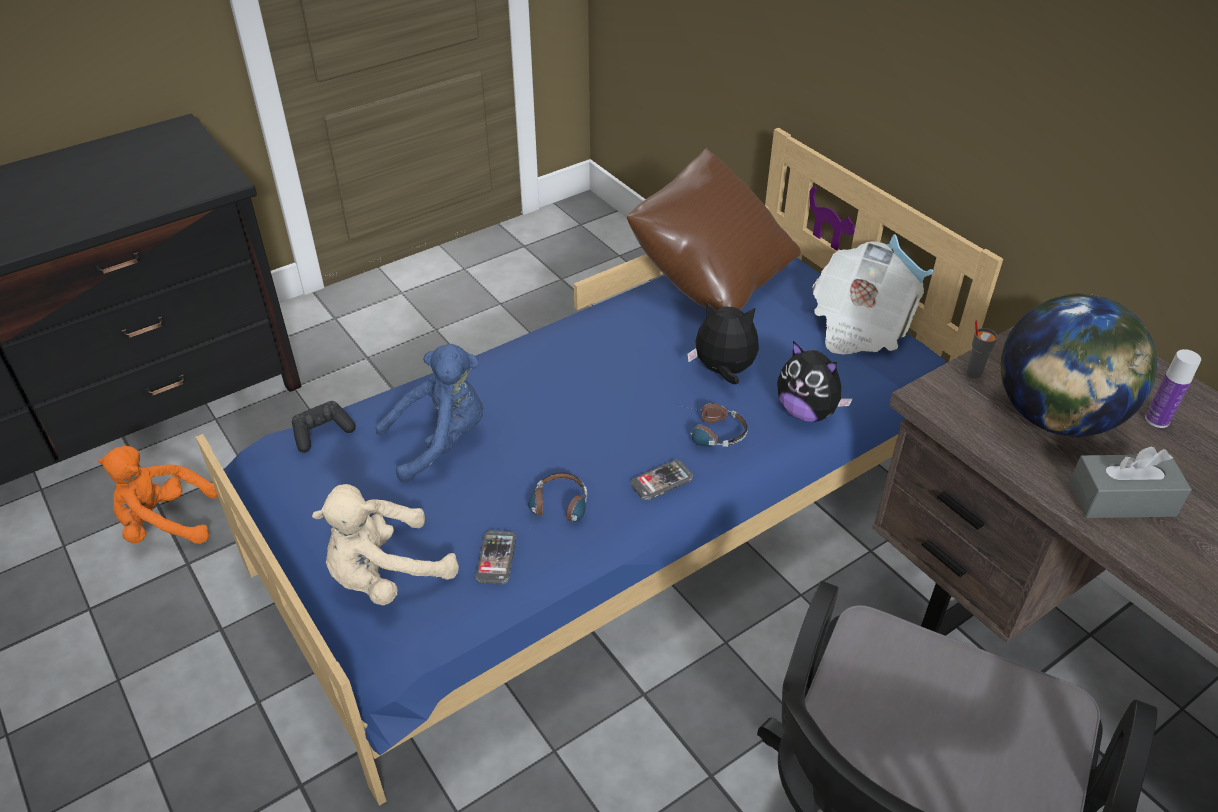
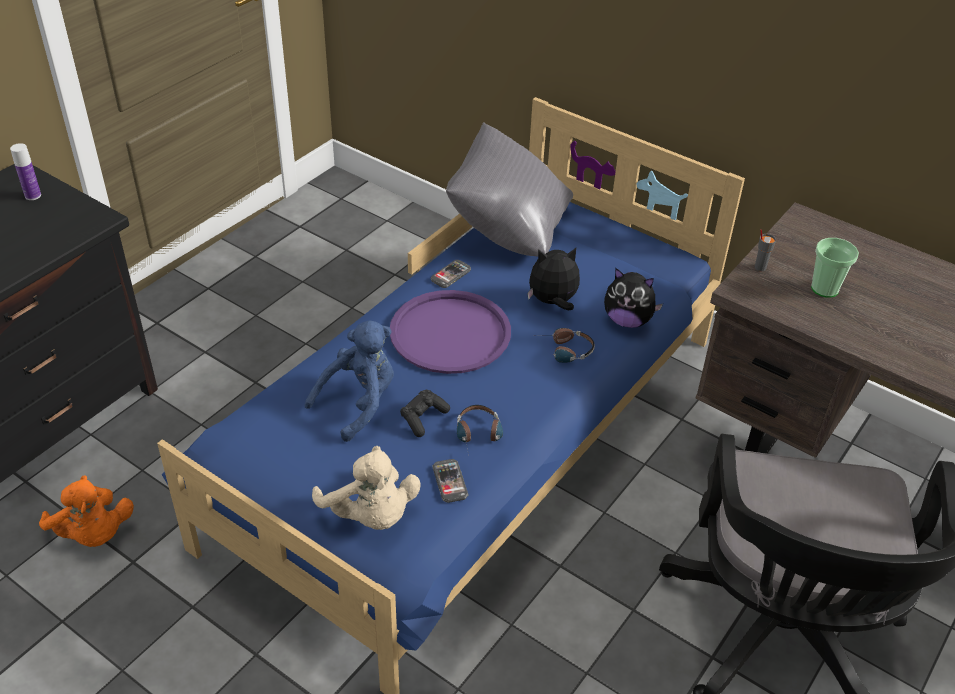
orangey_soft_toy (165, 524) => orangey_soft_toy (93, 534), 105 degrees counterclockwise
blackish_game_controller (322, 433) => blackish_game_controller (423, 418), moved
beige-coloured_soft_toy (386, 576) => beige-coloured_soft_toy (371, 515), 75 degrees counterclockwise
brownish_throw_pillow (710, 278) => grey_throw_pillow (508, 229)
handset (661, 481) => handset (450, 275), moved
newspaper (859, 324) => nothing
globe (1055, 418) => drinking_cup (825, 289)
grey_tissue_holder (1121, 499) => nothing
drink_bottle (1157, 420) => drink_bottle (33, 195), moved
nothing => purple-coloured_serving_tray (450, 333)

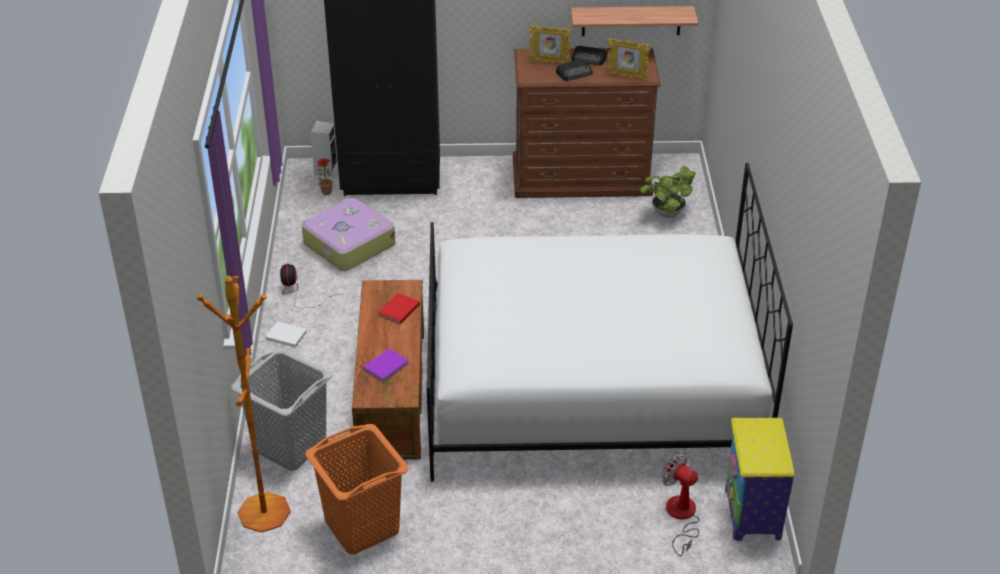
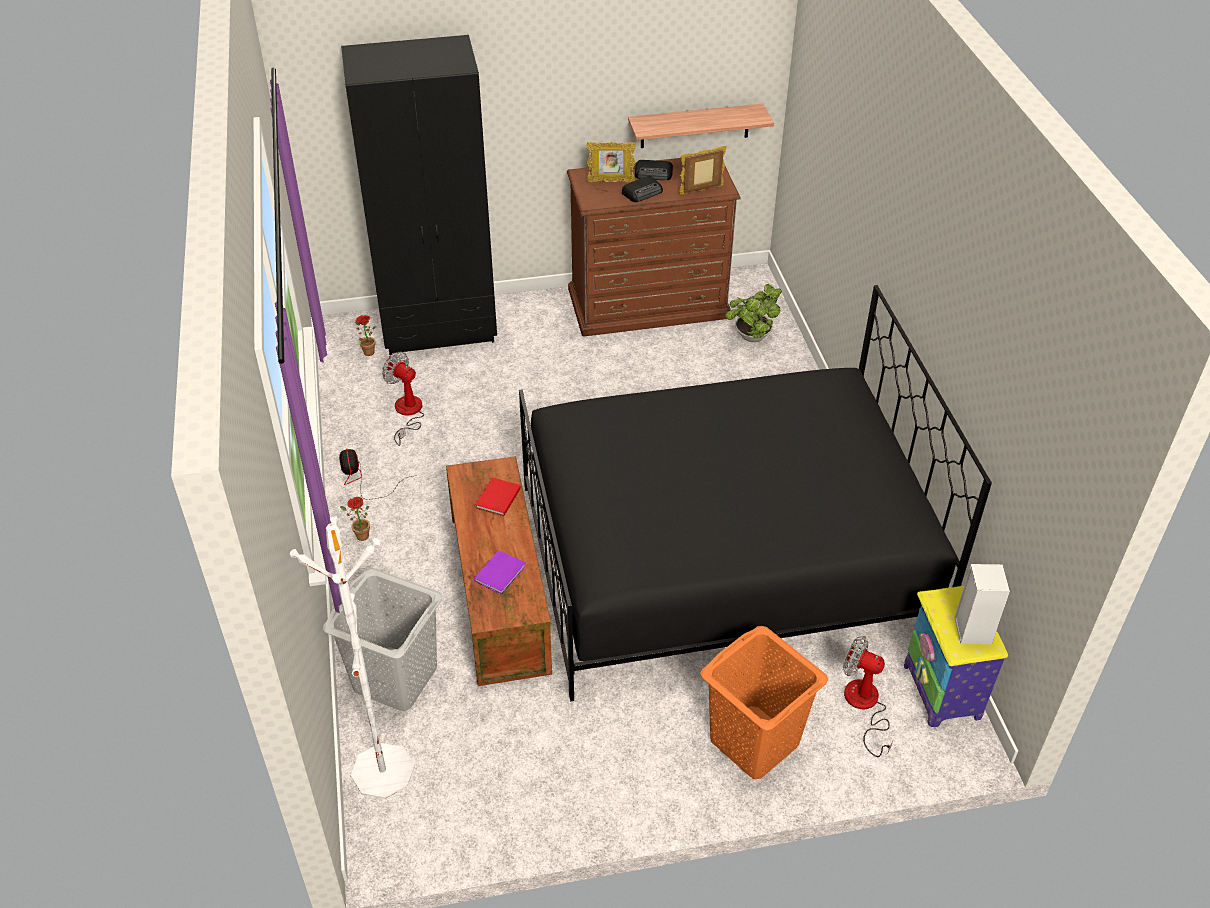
orangey_clothes_rack (264, 512) => whitish_clothes_rack (382, 770)
whitish_volume (285, 335) => potted_plant (359, 536)
piece_of_luggage (348, 244) => cooling_fan (407, 413)
orangey_laundry_basket (362, 527) => orangey_laundry_basket (754, 742), moved
audio_speaker (326, 169) => audio_speaker (971, 629), moved
whitish_bedroom_bed (591, 389) => blackish_bedroom_bed (724, 559)
photo_frame (627, 76) => photo_frame (701, 191), 150 degrees clockwise

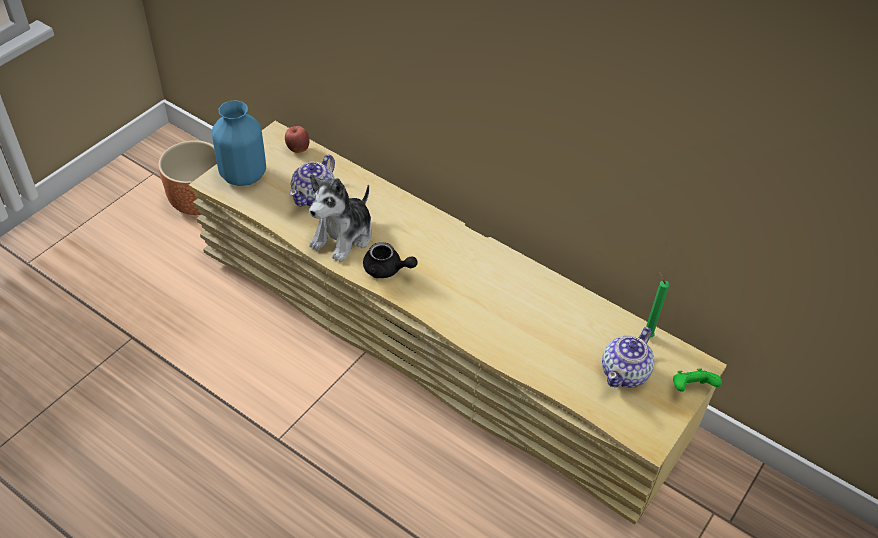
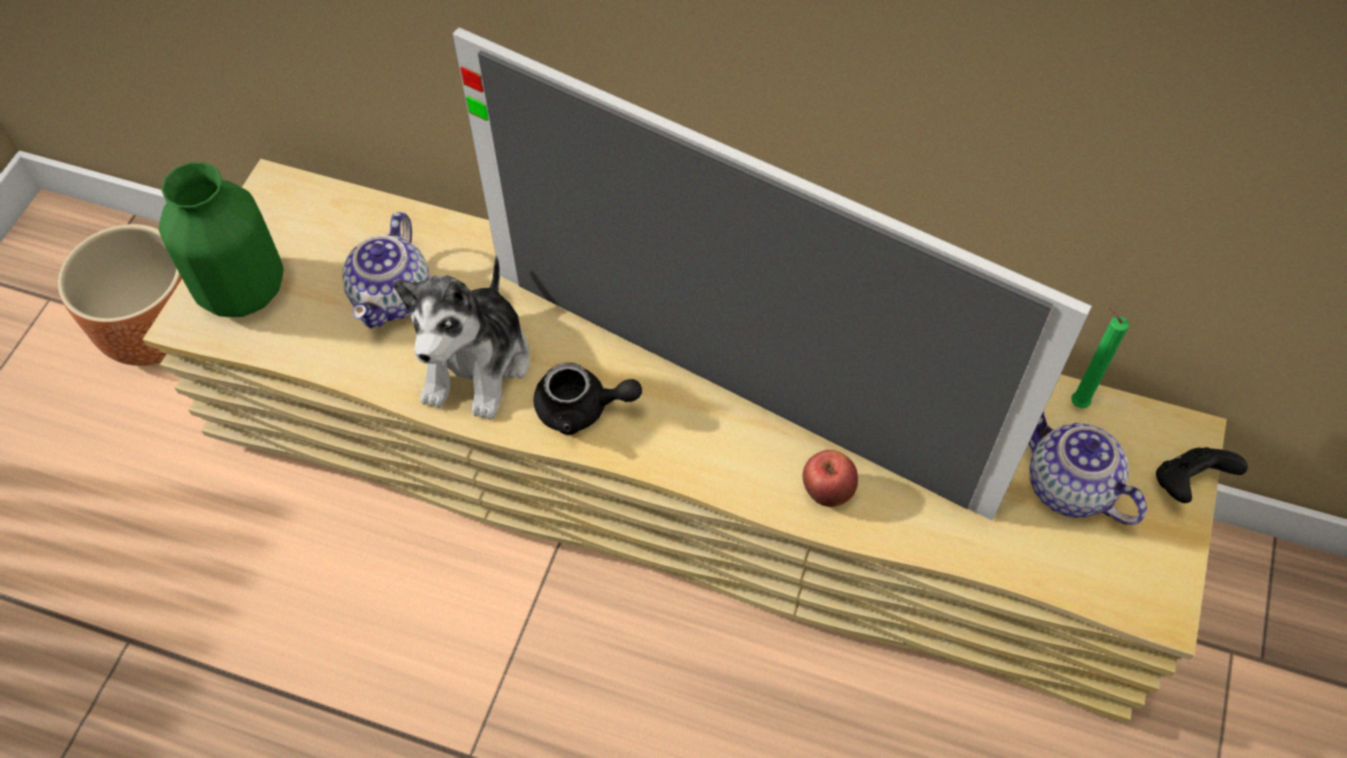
blue_flower_vase (243, 175) => greenish_flower_vase (242, 288)
apple_fruit (298, 149) => apple_fruit (827, 491), moved
tea_pot (625, 372) => tea_pot (1069, 487), 120 degrees clockwise
greenish_game_controller (691, 388) => blackish_game_controller (1187, 484)
nothing => TV_set (733, 389)

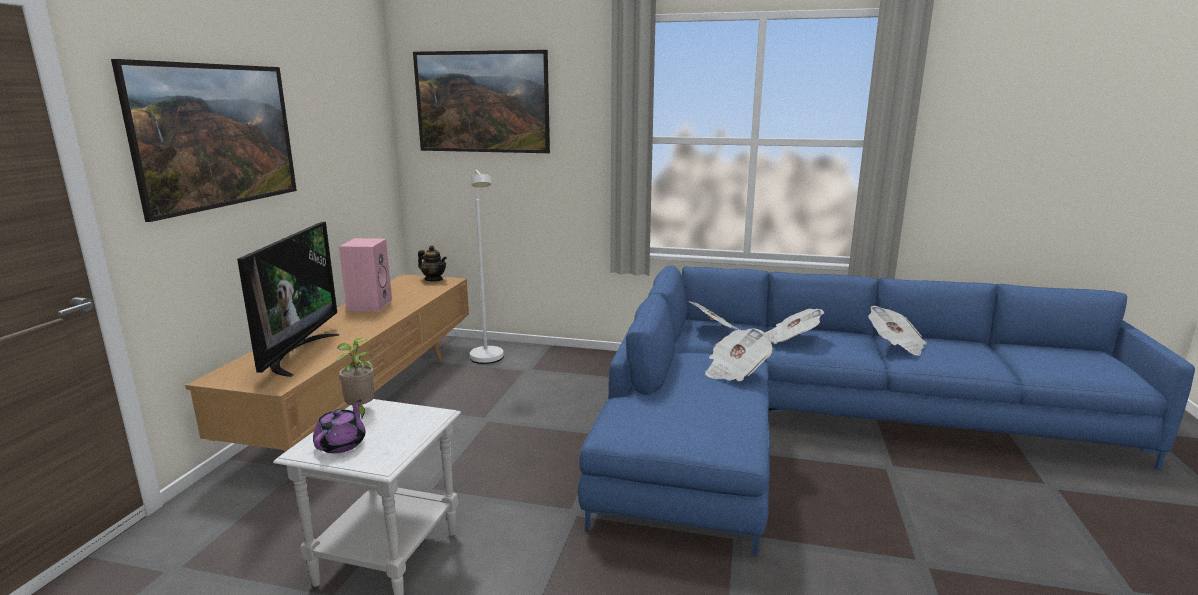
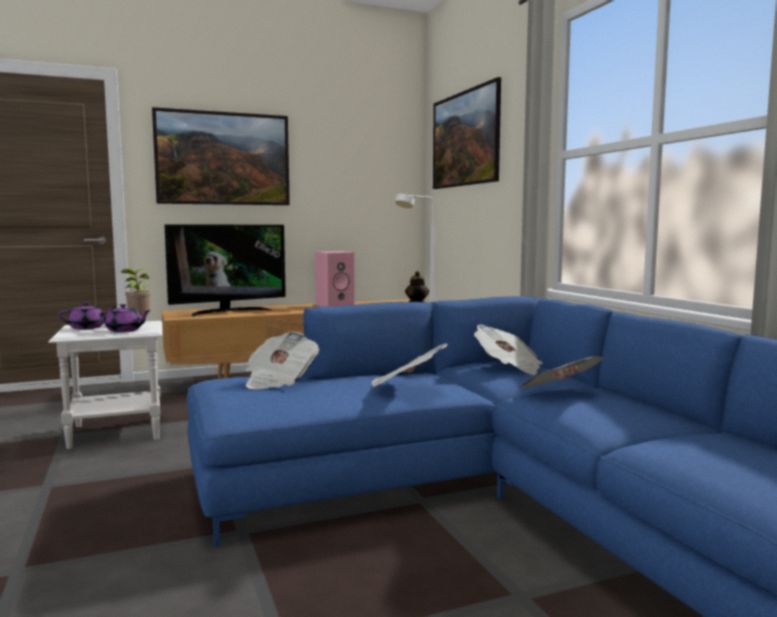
newspaper (895, 345) => newspaper (279, 381), moved
nothing => purple-coloured_tea_pot (125, 330)

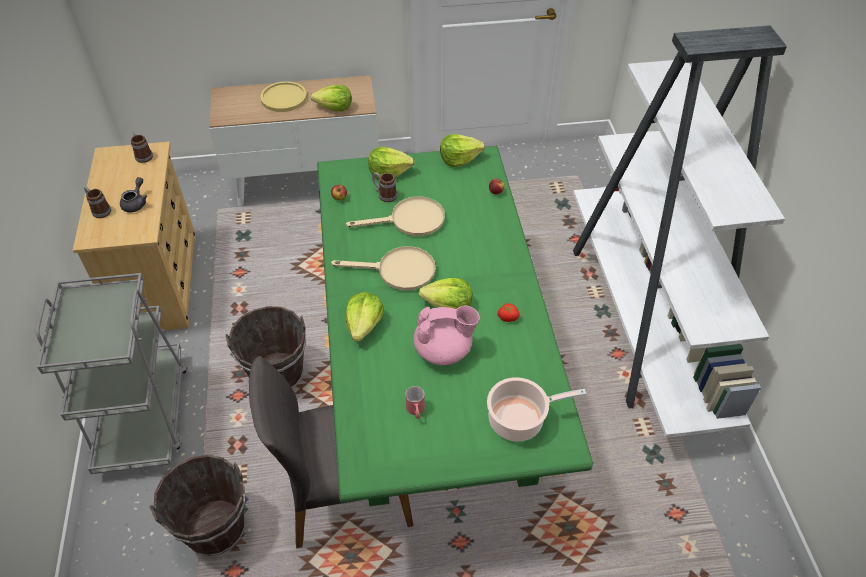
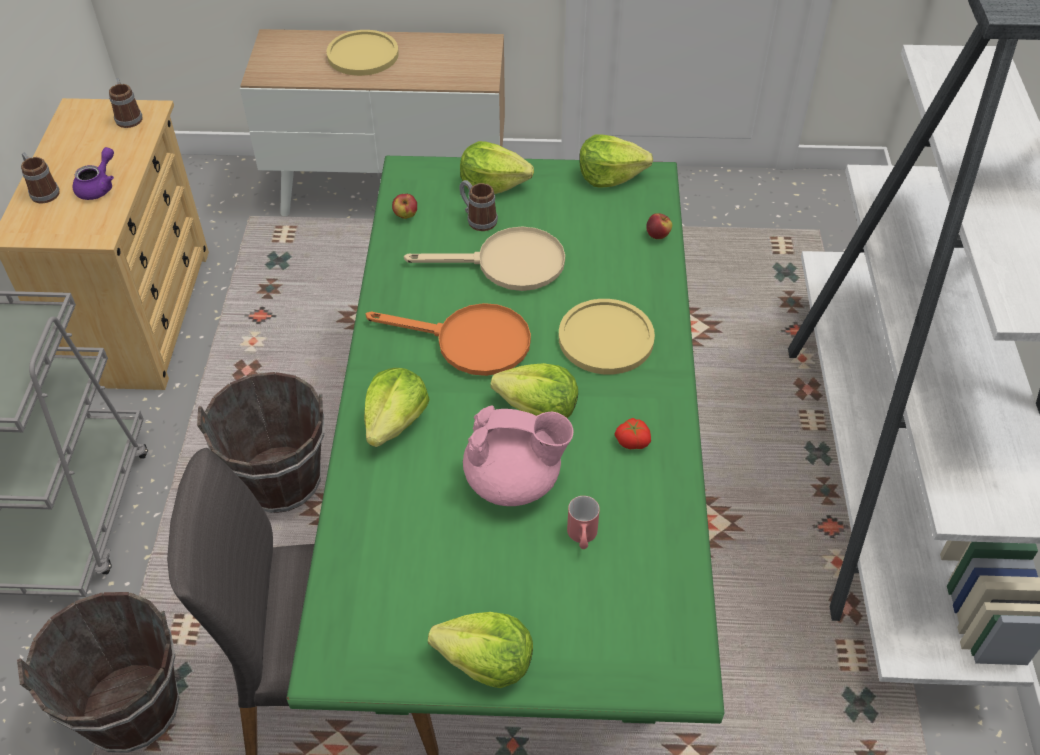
grey_tea_pot (136, 203) => purple-coloured_tea_pot (99, 187)
lettuce (334, 108) => lettuce (486, 662), moved
beige-coloured_skillet (398, 271) => orangey_skillet (470, 342)
reddish_mug (416, 411) => reddish_mug (582, 537), moved
saucepot (519, 419) => nothing
nothing => yellow_flat_dish (606, 338)

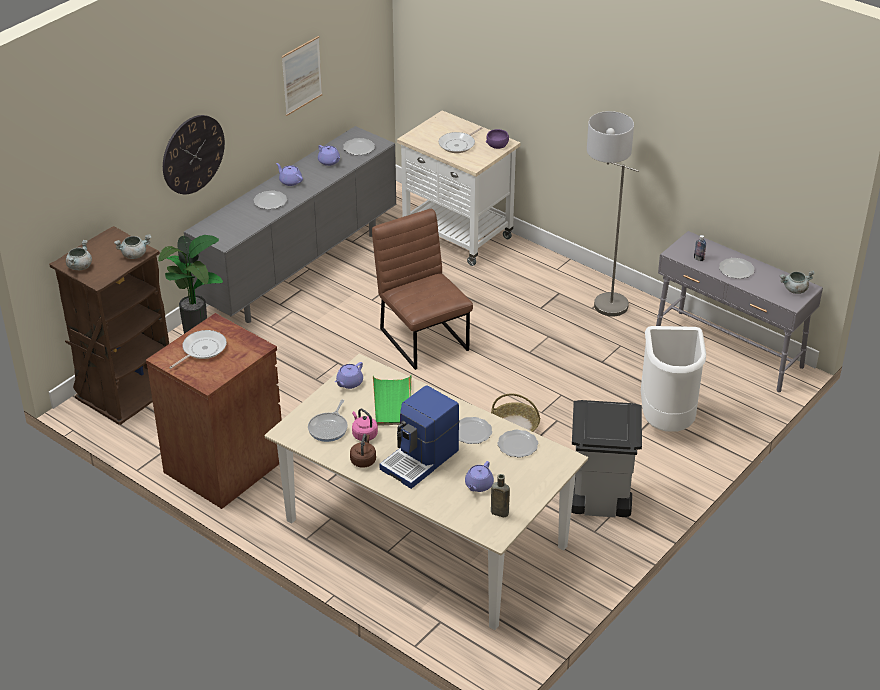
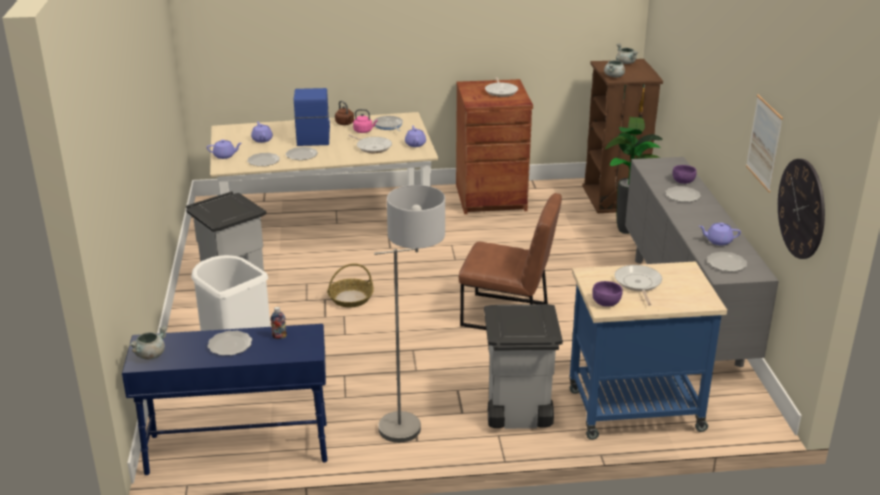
hanging_clock (193, 154) => hanging_clock (801, 208), moved
purple-coloured_tea_pot (290, 181) => purple-coloured_tea_pot (225, 156), moved
greenish_serving_tray (392, 403) => skillet (372, 147)
whitish_trolley (457, 236) => blue_trolley (634, 411)
brownish_drink_bottle (498, 512) => nothing
grey_console_table (727, 351) => blue_console_table (238, 448)
nothing => grey_waste_bin (517, 414)
nothing => purple-coloured_bowl (683, 181)

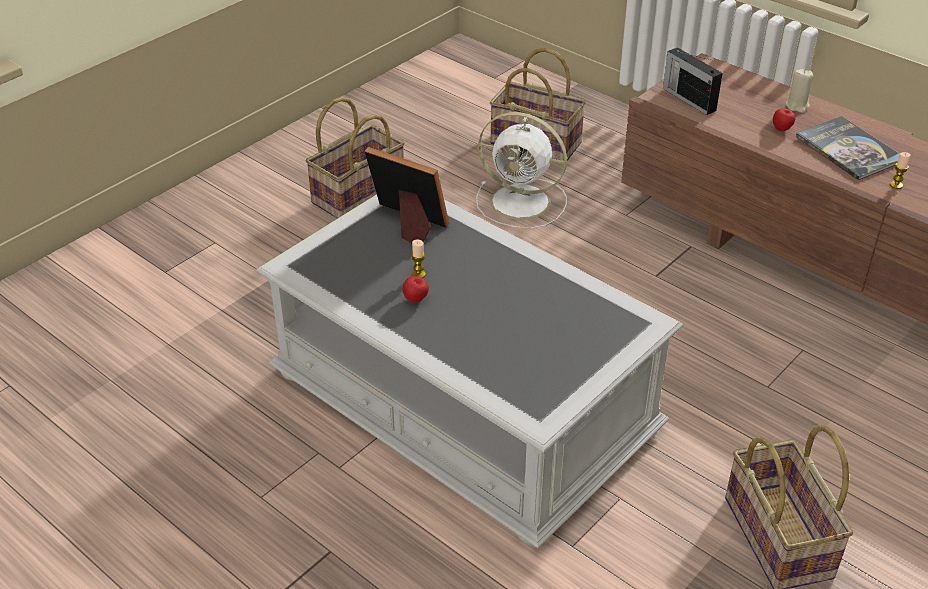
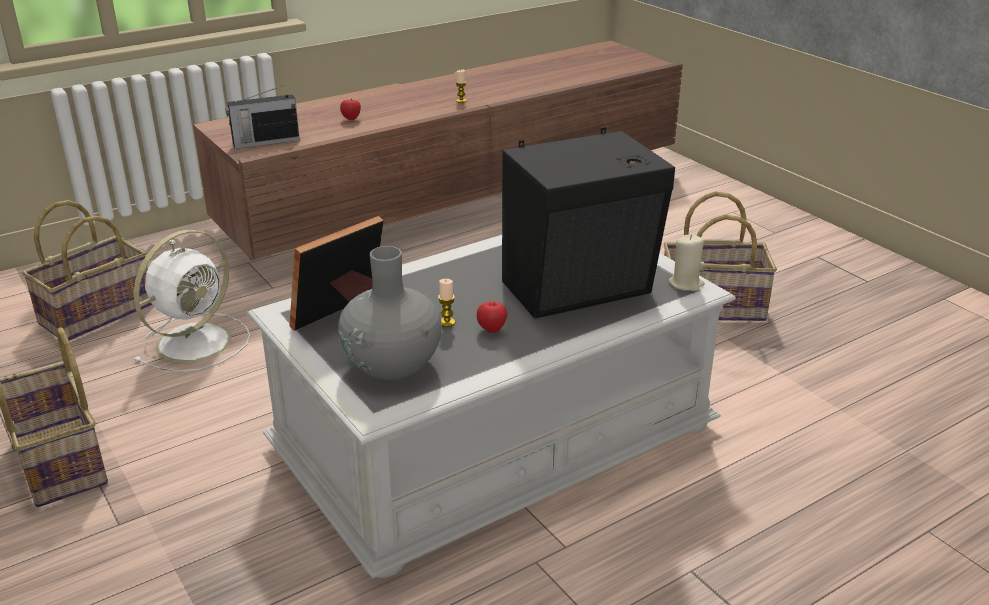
beige-coloured_wax_candle (797, 106) => beige-coloured_wax_candle (686, 284), moved
volume (849, 149) => nothing
nothing => grey_flower_vase (392, 365)
nothing => blackish_audio_speaker (581, 290)

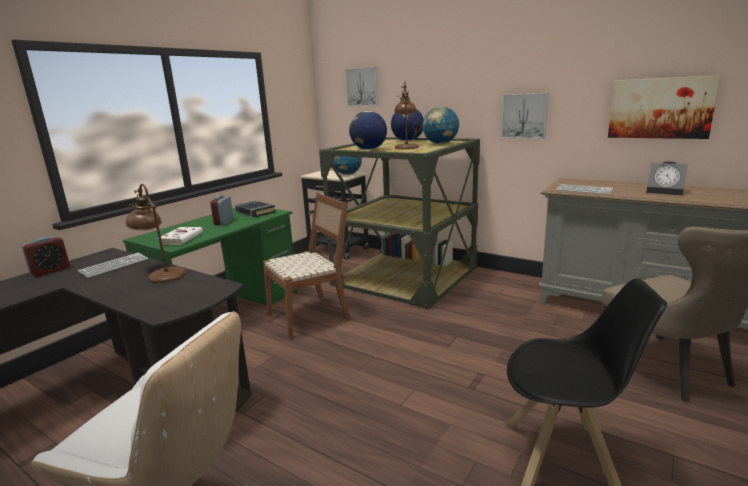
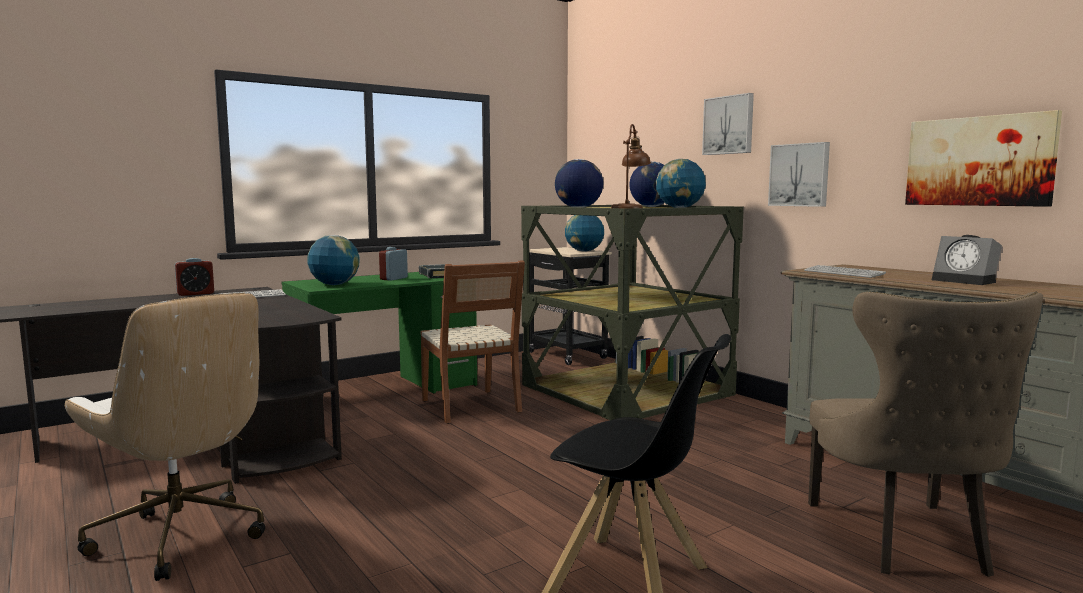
brownish_table_lamp (160, 272) => nothing
whitish_volume (182, 238) => globe (334, 285)
upright_chair (312, 316) => upright_chair (471, 408), 75 degrees clockwise
wall_picture (363, 87) => wall_picture (729, 125), moved

